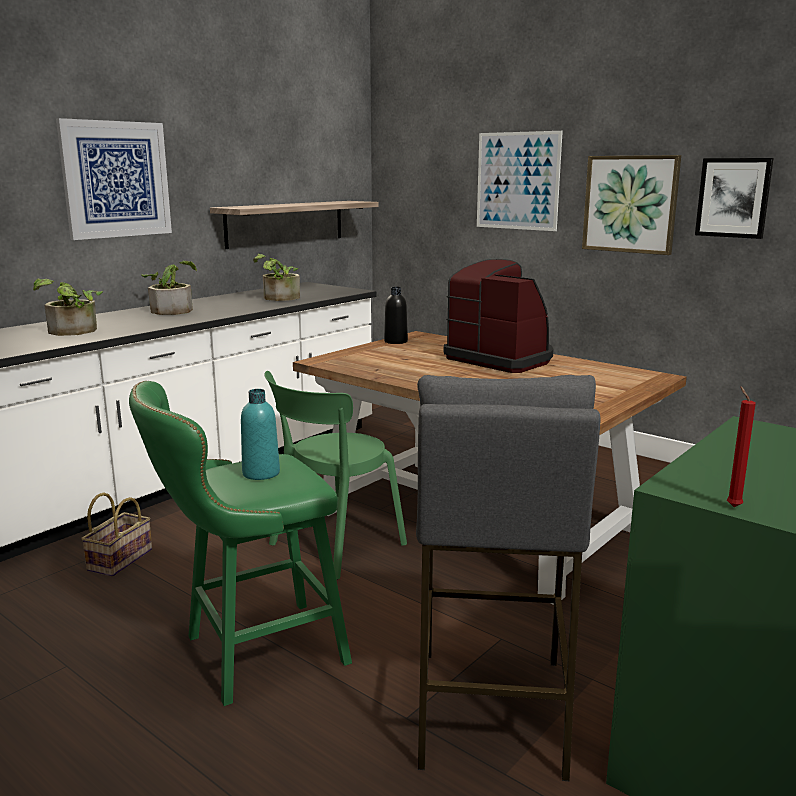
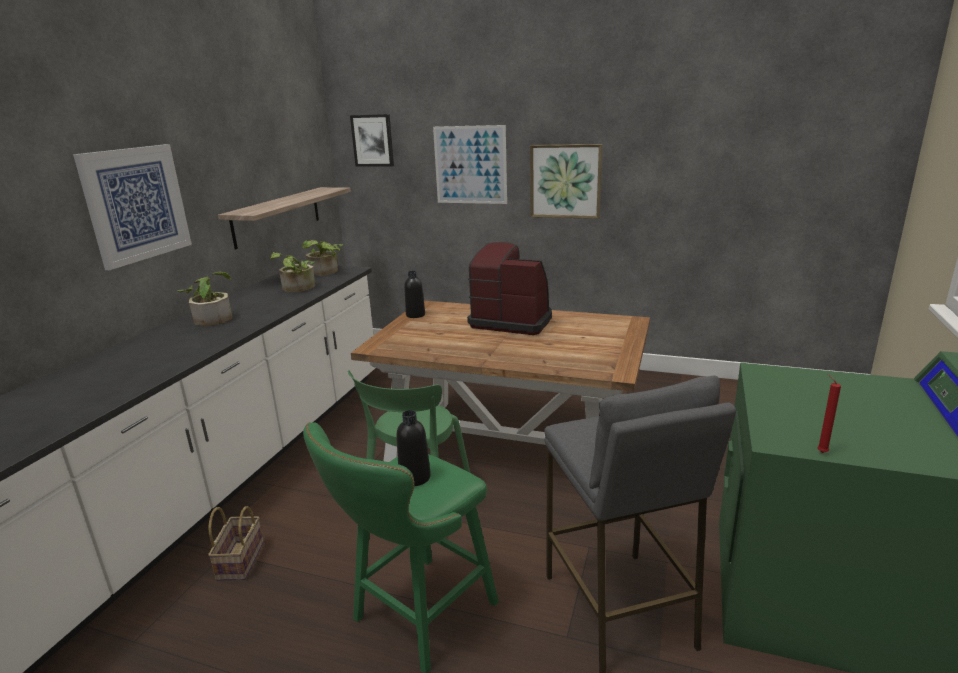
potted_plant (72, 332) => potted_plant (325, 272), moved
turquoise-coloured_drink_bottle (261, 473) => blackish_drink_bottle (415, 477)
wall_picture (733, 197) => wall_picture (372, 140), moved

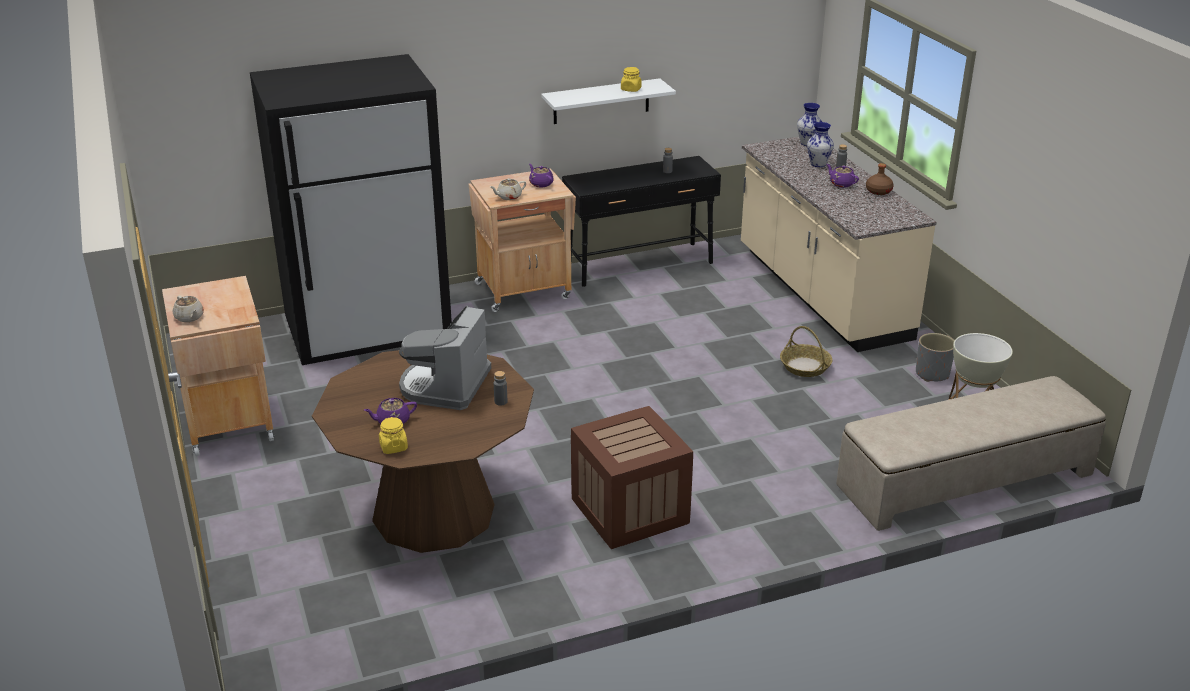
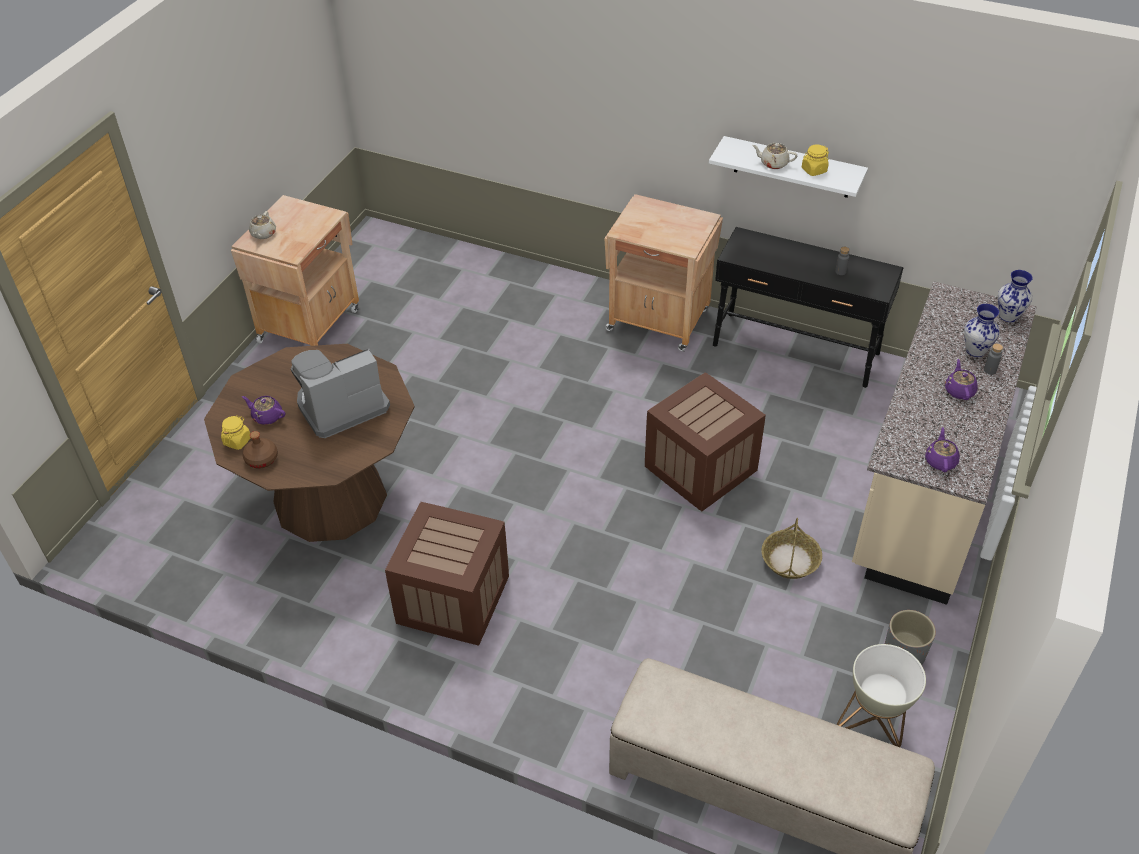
blackish_refrigerator (368, 326) => nothing
beige-coloured_tea_pot (508, 197) => beige-coloured_tea_pot (773, 163), moved
grey_drink_bottle (501, 402) => nothing
purple-coloured_tea_pot (541, 184) => purple-coloured_tea_pot (940, 461), moved
brownish_drink_bottle (878, 191) => brownish_drink_bottle (262, 459), moved
nothing => crate (700, 468)

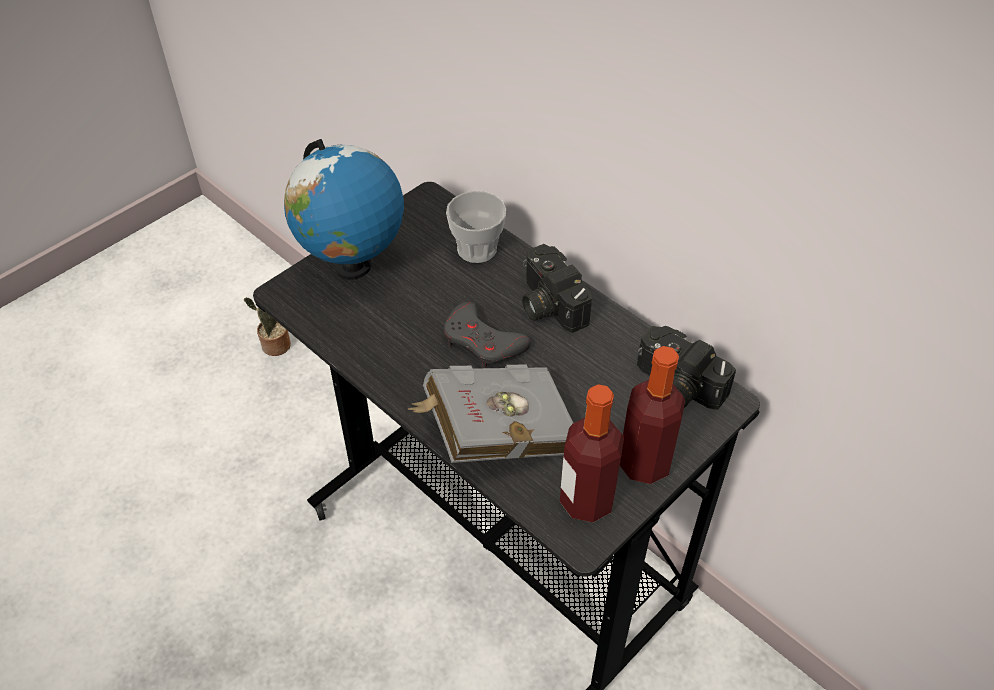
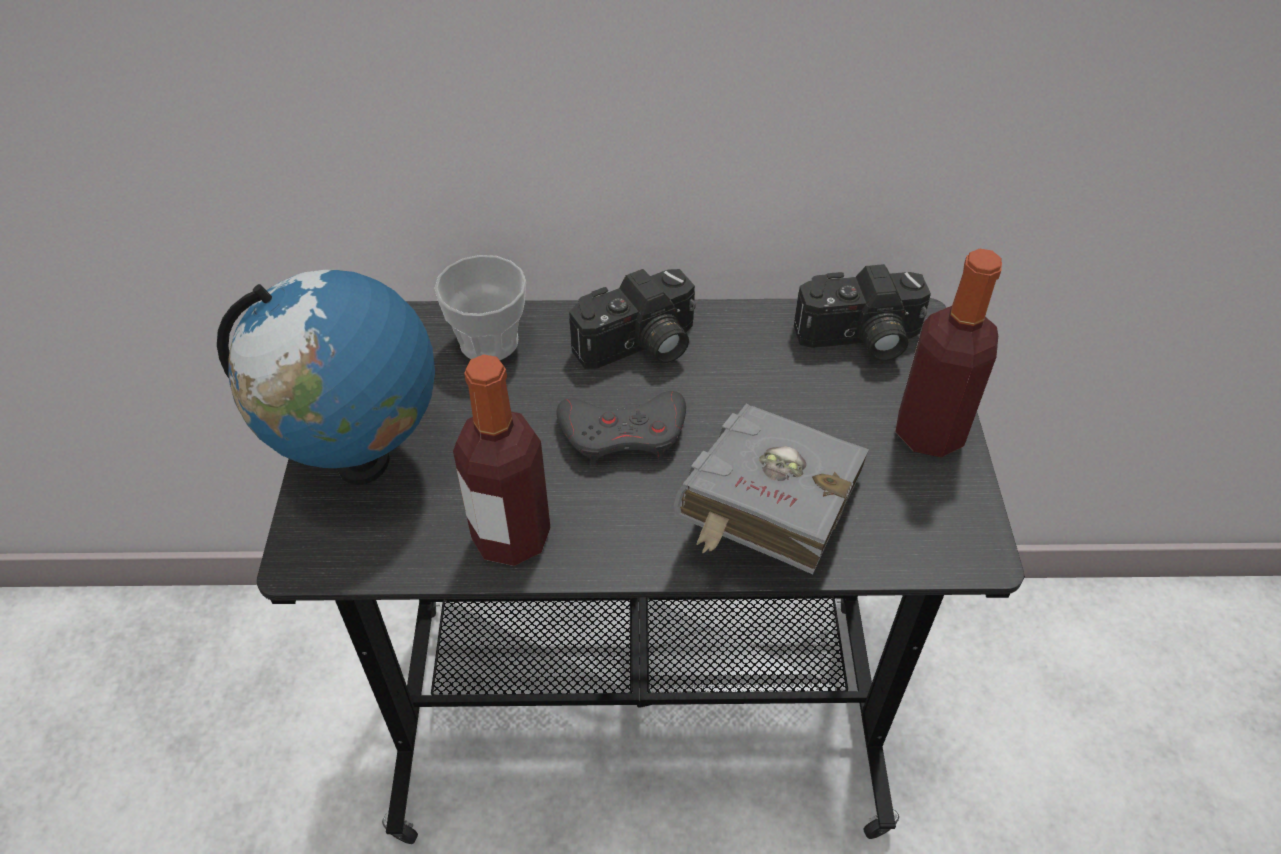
potted_plant (274, 346) => nothing
still_camera (547, 304) => still_camera (639, 347), 45 degrees counterclockwise
drink_bottle (586, 500) => drink_bottle (511, 537), moved

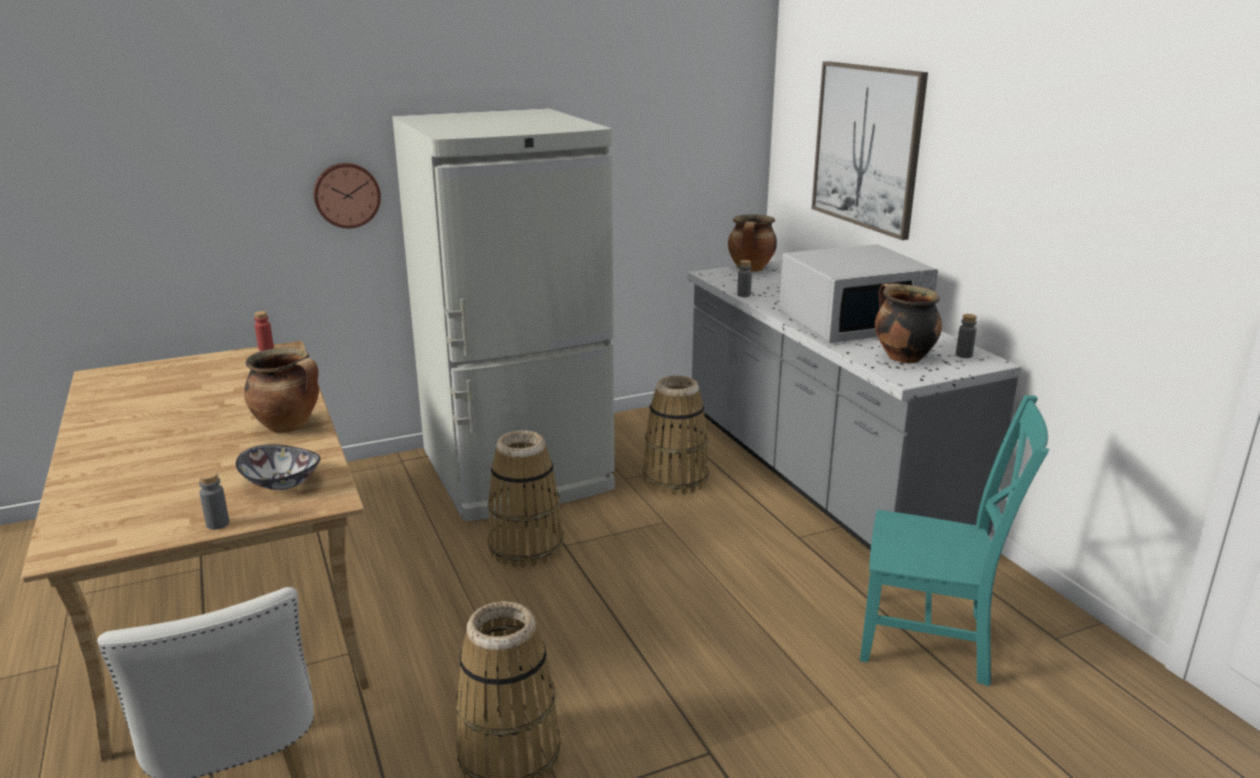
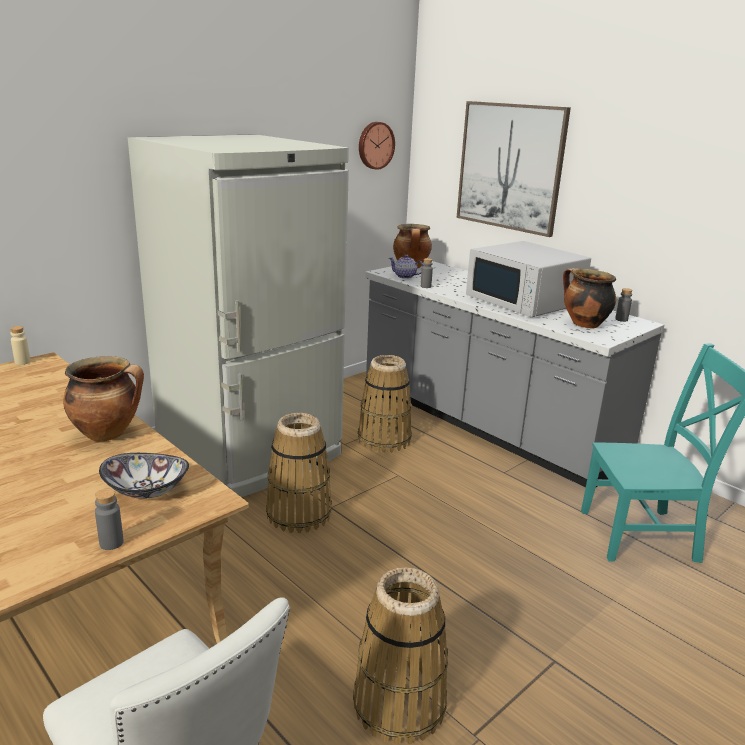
reddish_drink_bottle (266, 348) => beige-coloured_drink_bottle (22, 362)
hanging_clock (346, 195) => hanging_clock (375, 145), moved
whitish_kitchen_microwave (853, 322) => whitish_kitchen_microwave (524, 301), 90 degrees clockwise
nothing => tea_pot (405, 276)

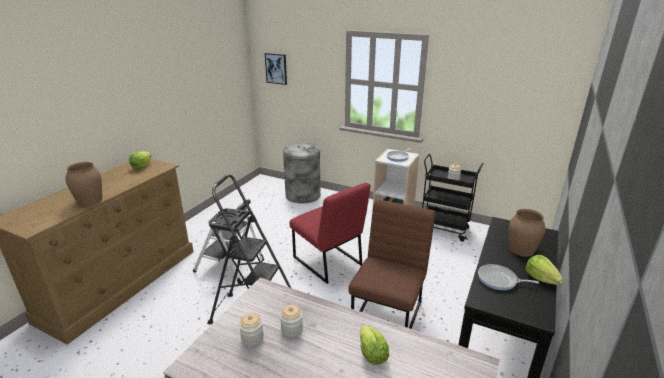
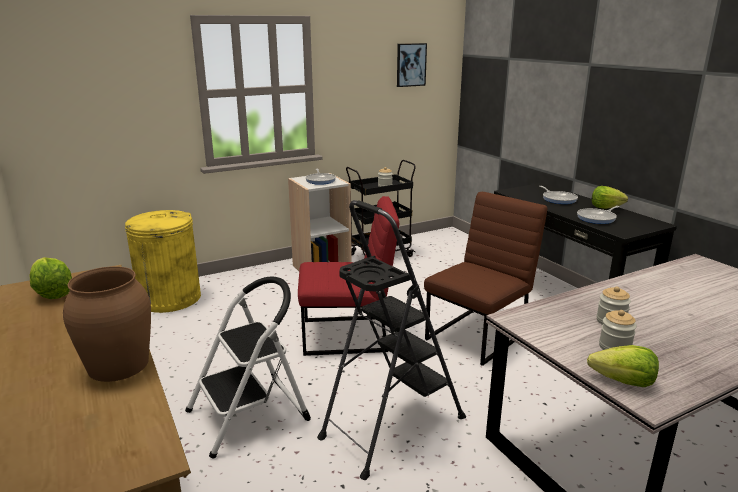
wall_picture (276, 68) => wall_picture (411, 65), moved
grey_waste_bin (303, 195) => yellow_waste_bin (170, 298)
brownish_upright_chair (388, 313) => brownish_upright_chair (478, 335), 75 degrees clockwise
lettuce (371, 353) => lettuce (623, 382), moved
brownish_flower_vase (521, 249) => skillet (558, 199)

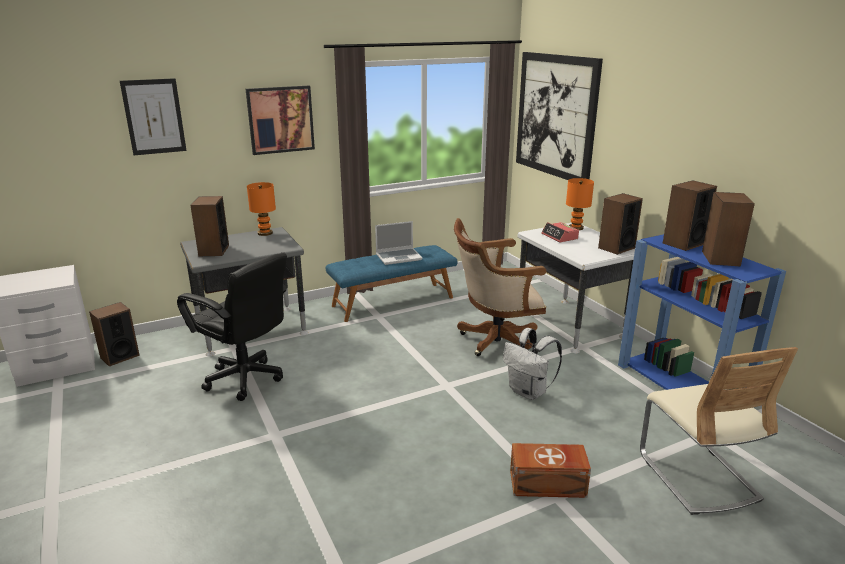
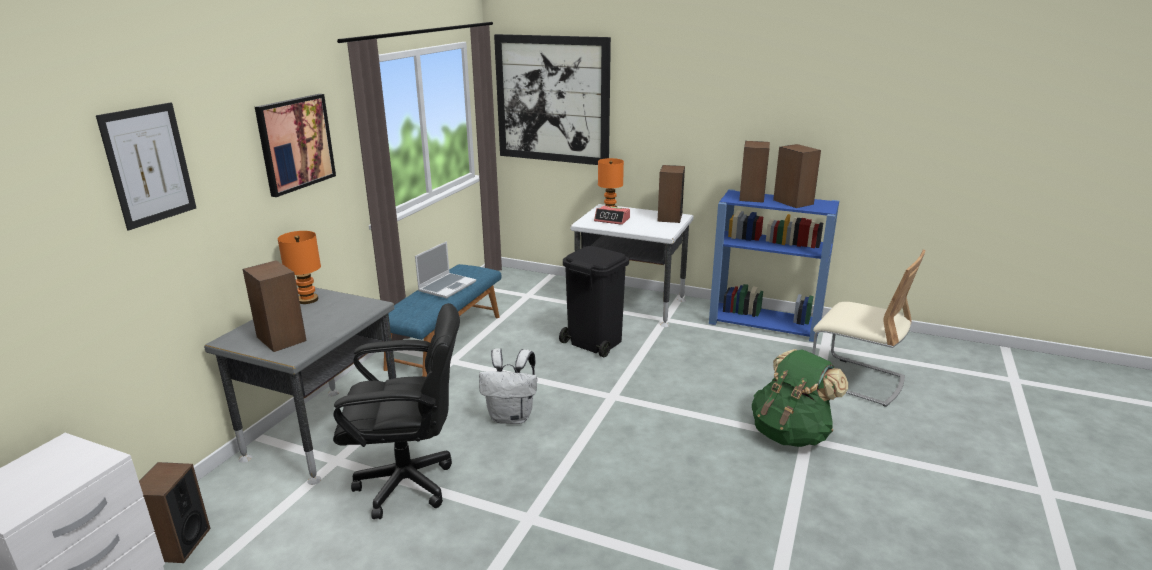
office_chair (494, 341) => blackish_waste_bin (594, 342)
whitish_rucksack (529, 392) => whitish_rucksack (512, 417), moved
brownish_storage_container (548, 484) => greenish_rucksack (791, 433)

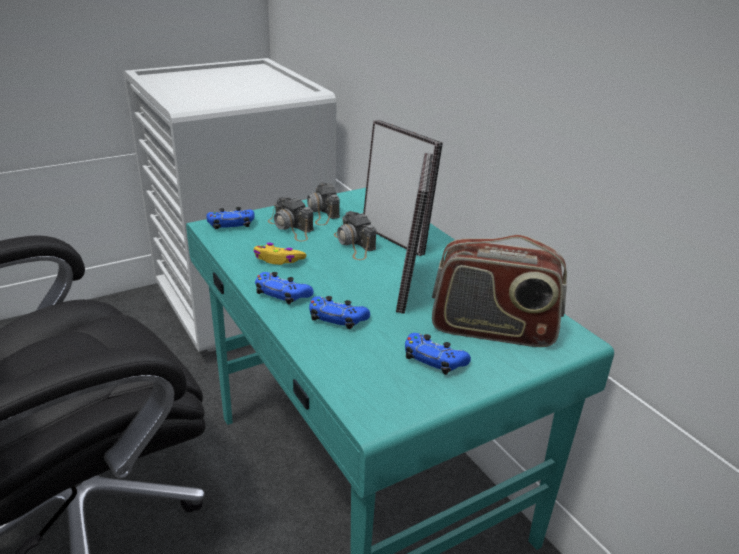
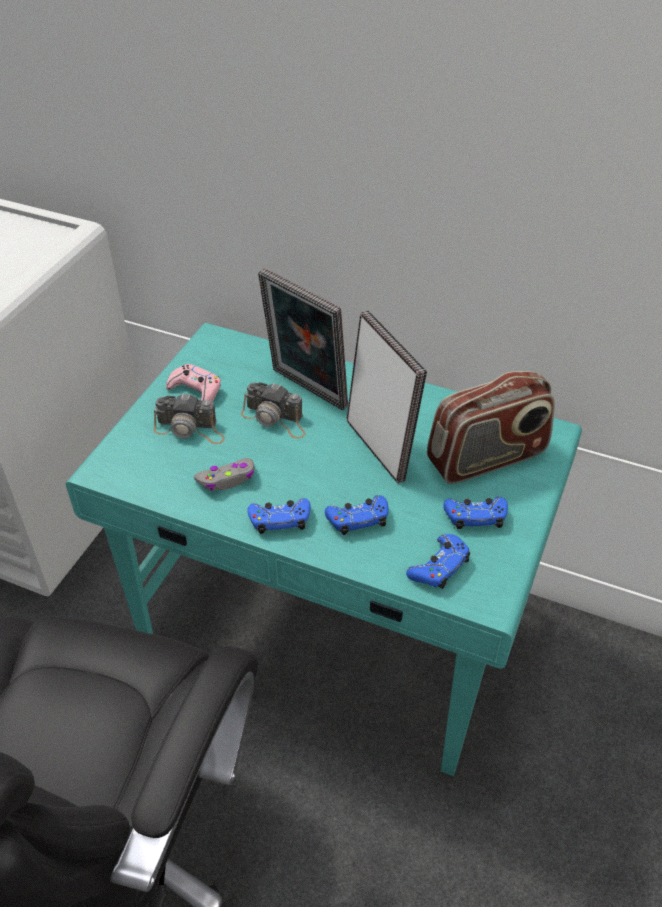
blue_game_controller (231, 224) => blue_game_controller (439, 567), moved
yellow_game_controller (278, 260) => grey_game_controller (227, 479)
still_camera (322, 212) => pink_game_controller (195, 390)
photo_frame (396, 238) => photo_frame (305, 390), 150 degrees counterclockwise

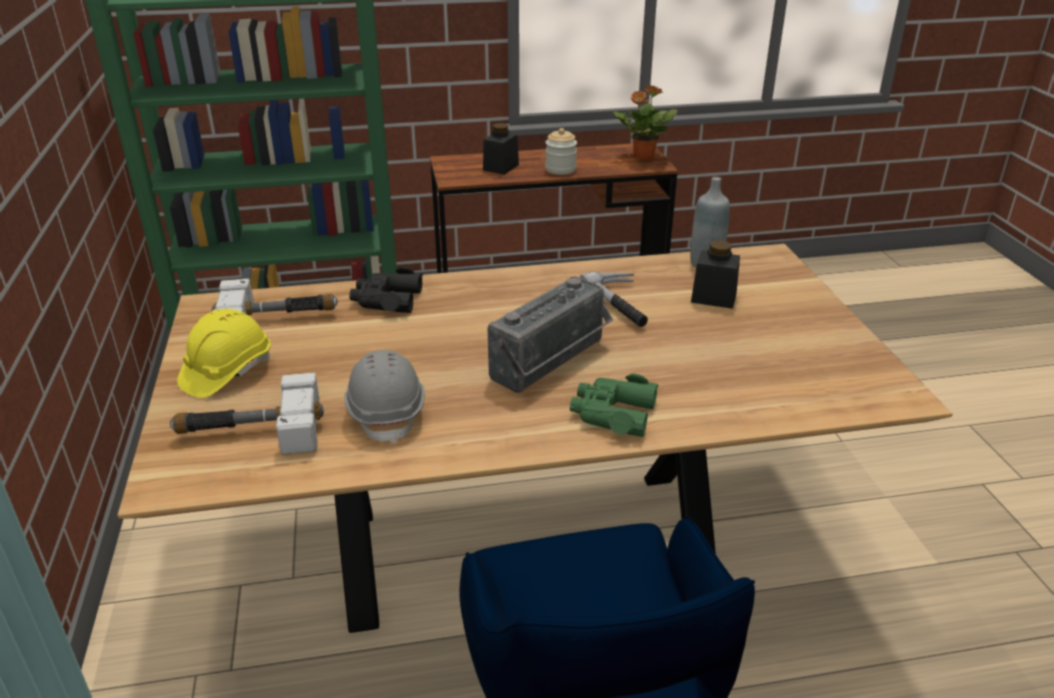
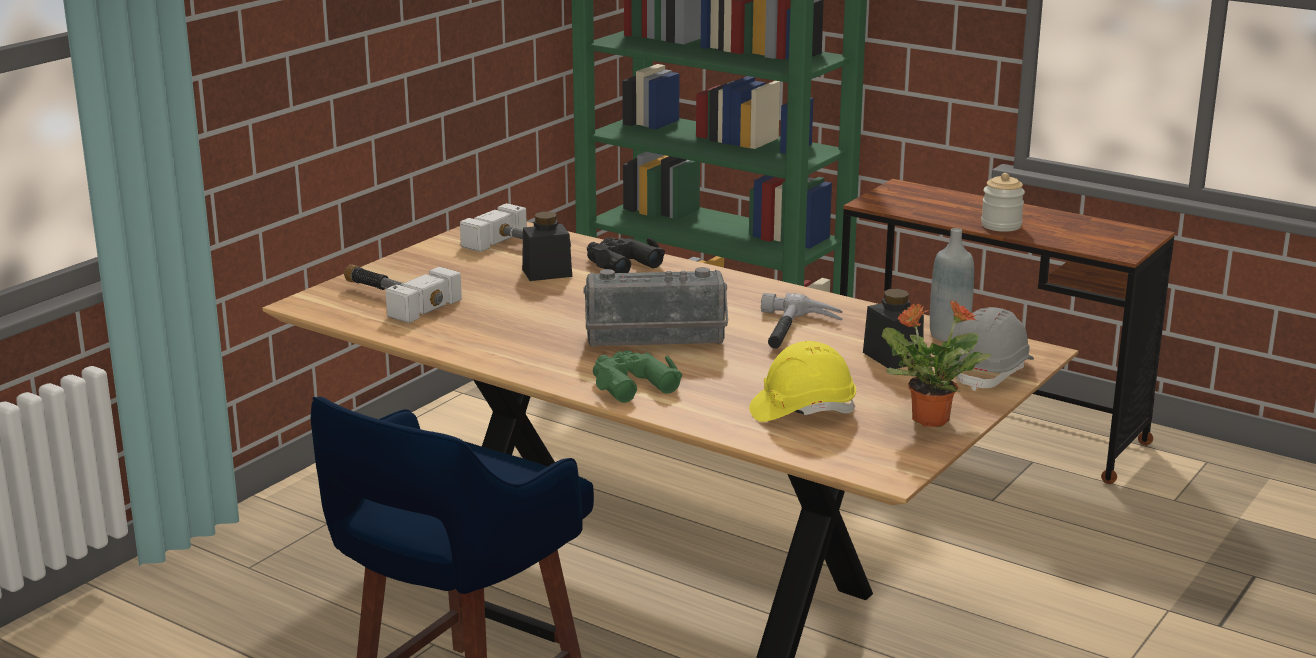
yellow_hard_hat (227, 372) => yellow_hard_hat (802, 410), moved
grey_hard_hat (387, 412) => grey_hard_hat (991, 372), moved
blackish_preserve_jar (501, 167) => blackish_preserve_jar (547, 273), moved
potted_plant (642, 157) => potted_plant (928, 419), moved

